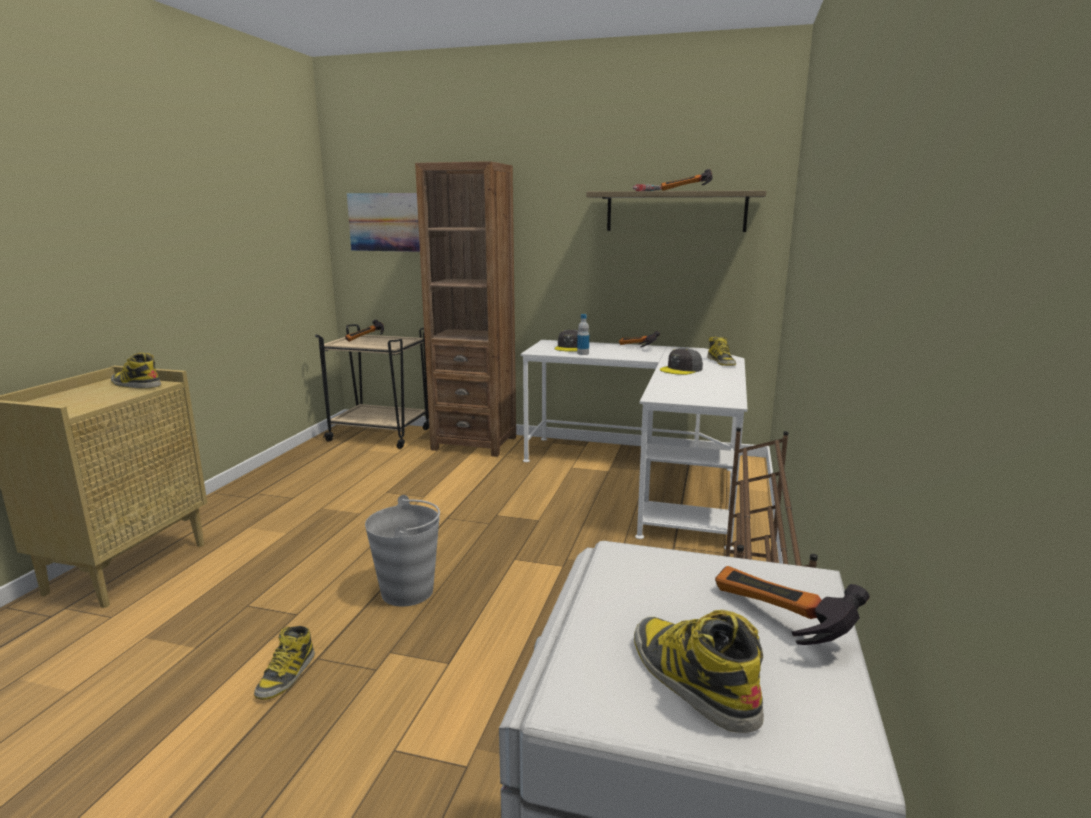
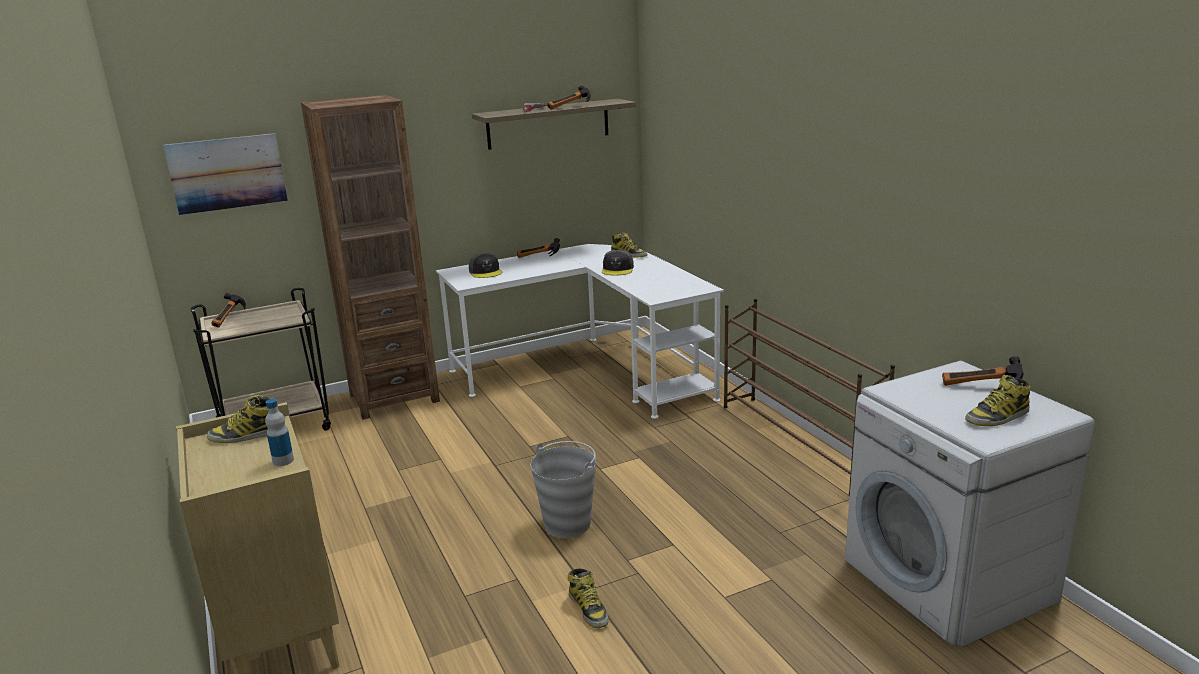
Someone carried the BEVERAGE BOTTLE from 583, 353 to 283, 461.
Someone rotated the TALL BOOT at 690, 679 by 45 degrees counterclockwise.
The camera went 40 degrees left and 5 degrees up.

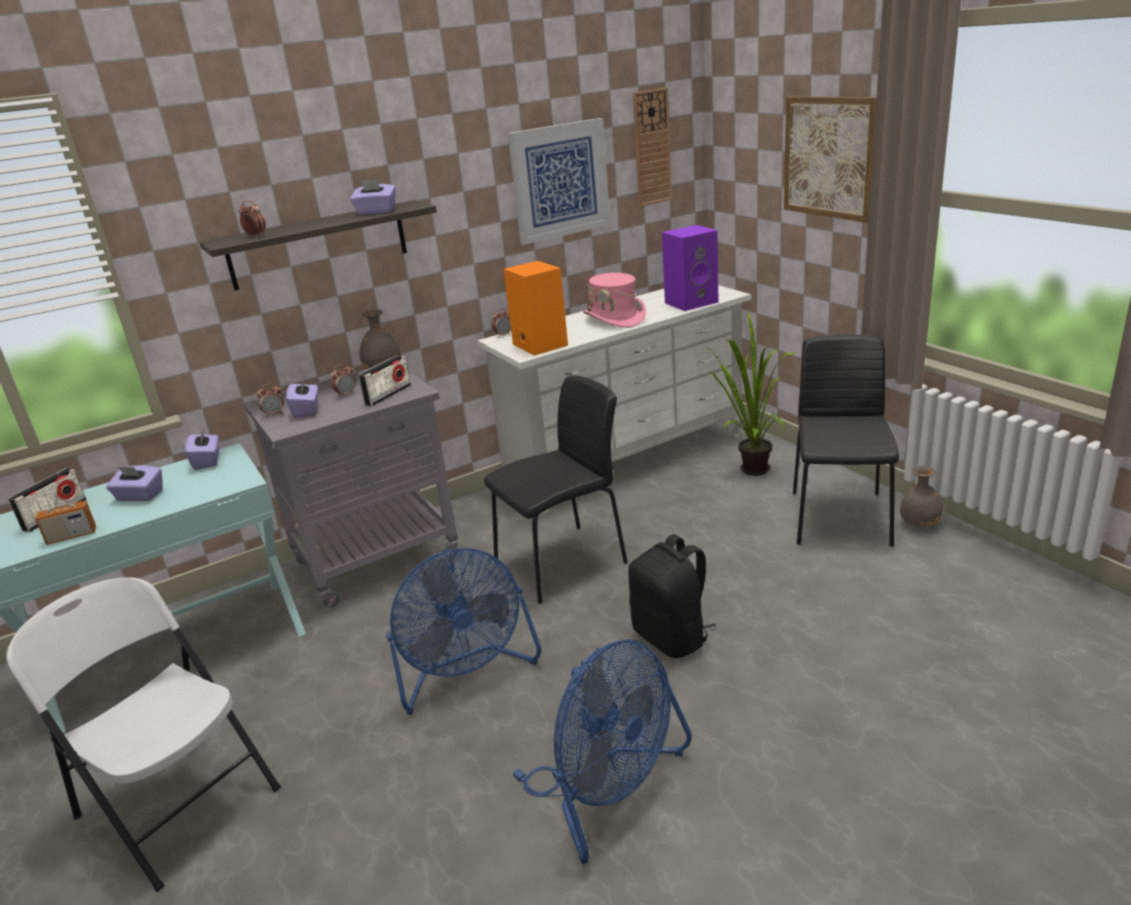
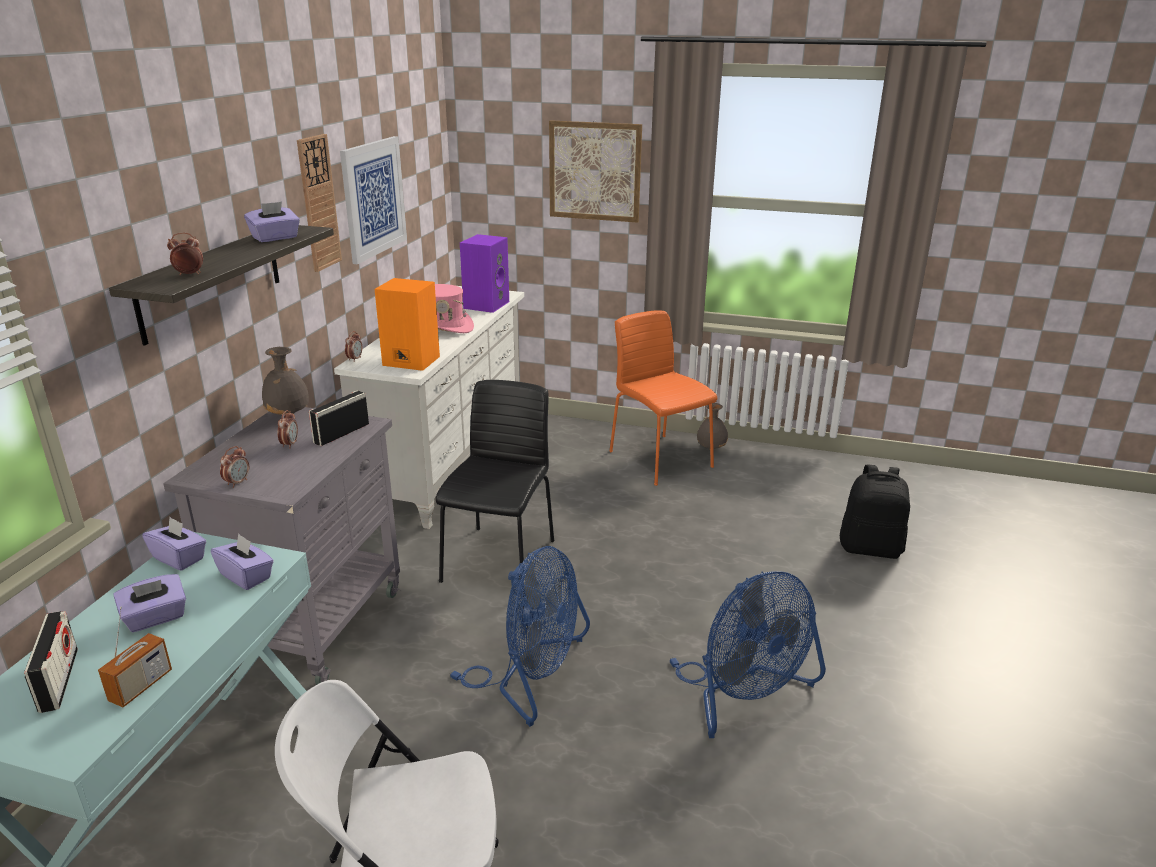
Someone carried the PURPLE-COLOURED BOX OF TISSUES from 306, 410 to 246, 576.
Someone rotated the RADIO SET at 388, 395 by 135 degrees counterclockwise.
Someone rotated the BLUE-COLOURED COOLING FAN at 604, 792 by 60 degrees clockwise.
Someone carried the BLACKISH RUCKSACK from 672, 637 to 870, 548.
Someone carried the CLOCK ON THE WALL from 652, 148 to 318, 203.
Someone took away the POTTED PLANT at 748, 471.
Someone repainted the BLACKISH UPRIGHT CHAIR at 839, 515, which became the ORANGE UPRIGHT CHAIR at 657, 457.
The camera went 45 degrees left and 0 degrees up.

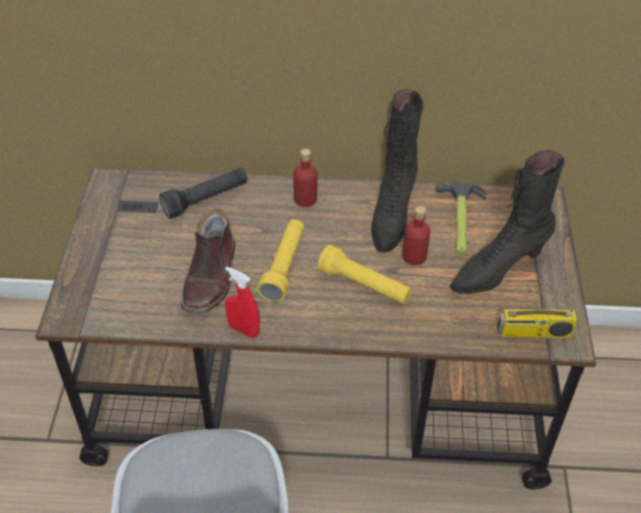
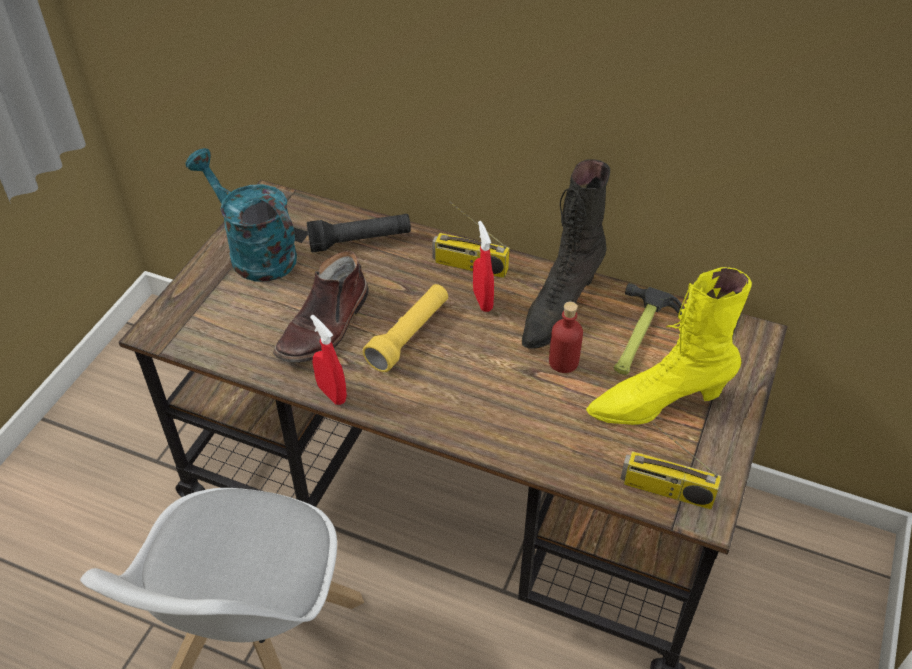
Someone swapped the RED BEVERAGE BOTTLE at 305, 199 for the RADIO SET at 469, 266.
Someone took away the YELLOWISH FLASHLIGHT at 364, 285.
Someone repainted the BLACKISH TALL BOOT at 498, 269, which became the YELLOWISH TALL BOOT at 657, 403.
Someone put down the BLUE-GREEN WATERING POT at 254, 252.
Someone put down the RED SPRAY BOTTLE at 482, 300.
The camera went 20 degrees right and 0 degrees up.

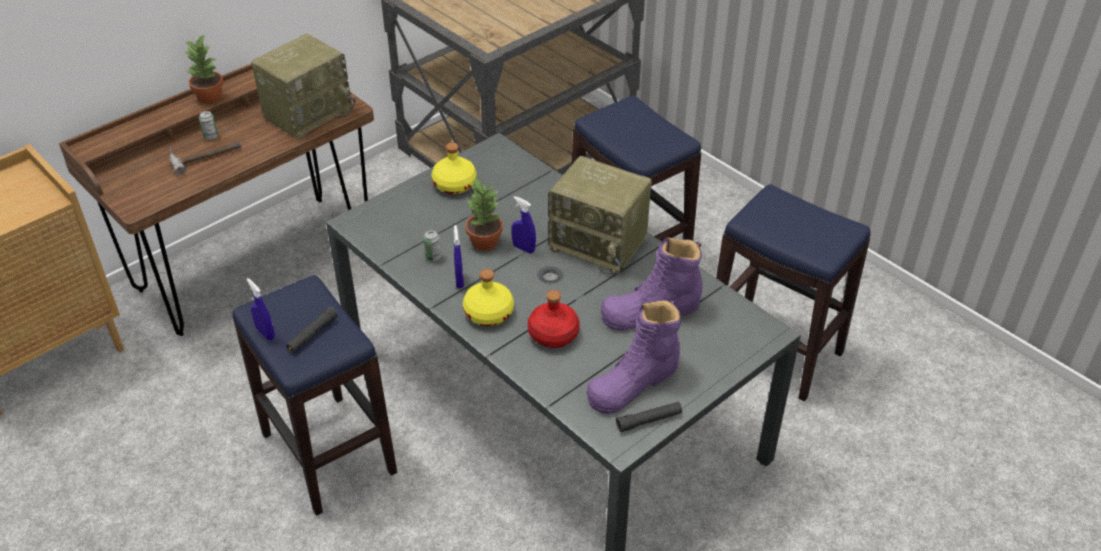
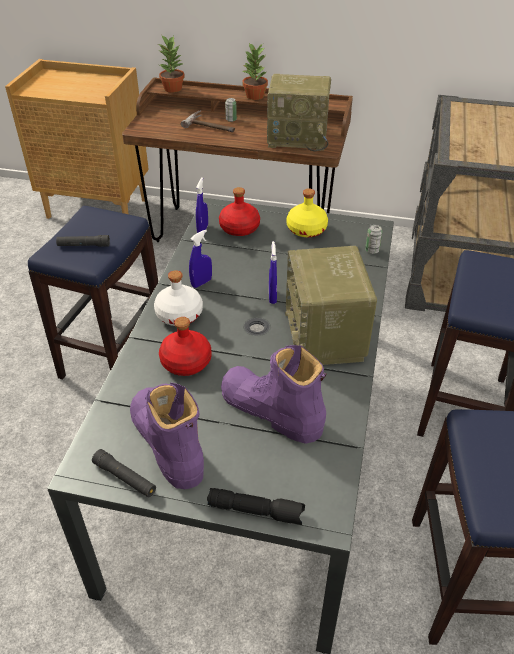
Someone carried the BLUE-COLOURED SPRAY BOTTLE from 265, 333 to 202, 229.
Someone carried the CAN from 433, 257 to 372, 250.
Someone repainted the YELLOWISH BEVERAGE BOTTLE at 489, 313, which became the WHITISH BEVERAGE BOTTLE at 180, 315.
Someone carried the POTTED PLANT from 484, 242 to 173, 88.
Someone rotated the PURPLE-COLOURED TALL BOOT at 633, 382 by 45 degrees clockwise.
Someone put down the BLACKISH FLASHLIGHT at 256, 510.
Someone put down the RED BEVERAGE BOTTLE at 239, 228.
The camera went 55 degrees right and 0 degrees up.

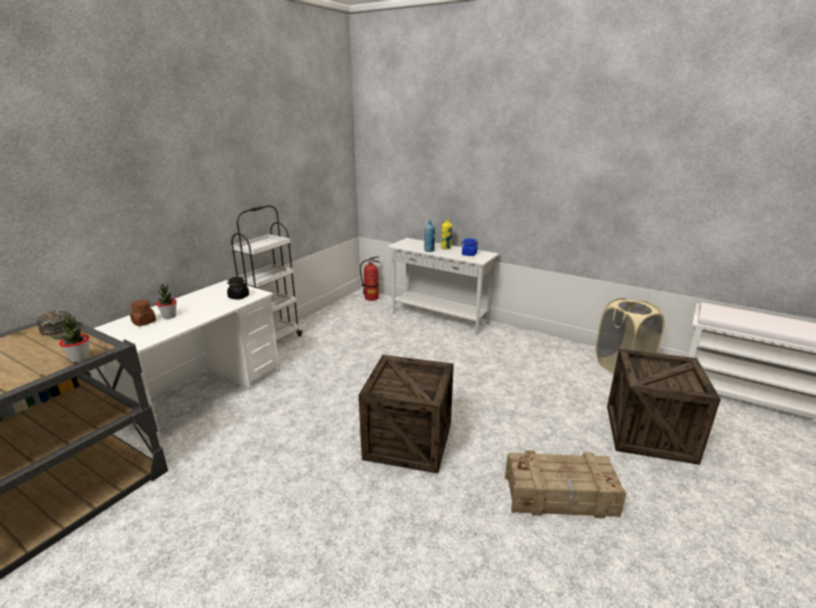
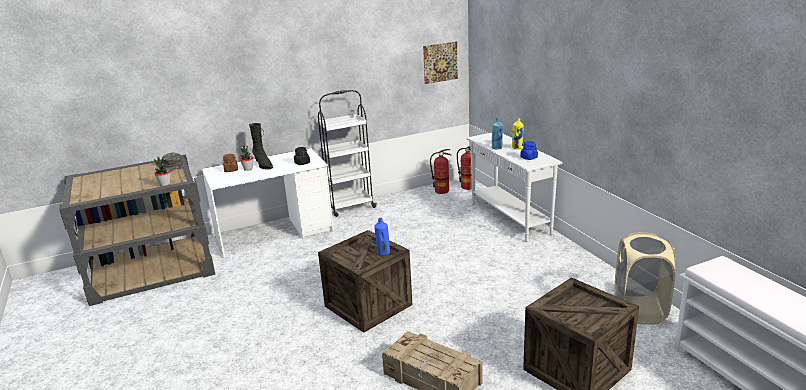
Someone put down the BLACKISH TALL BOOT at 263, 165.
Someone put down the BLUE-COLOURED BEVERAGE BOTTLE at 383, 253.
Someone put up the WALL PICTURE at 440, 62.
Someone put down the FIRE-FIGHTING CYLINDER at 442, 191.
The camera went 35 degrees right and 0 degrees up.

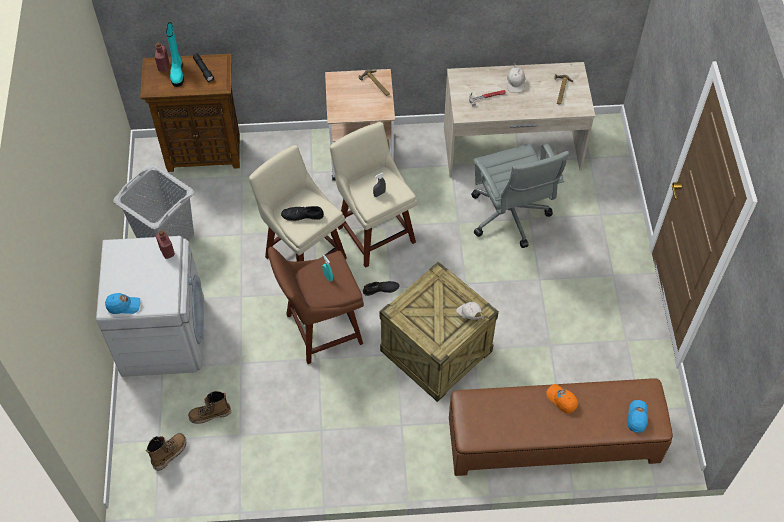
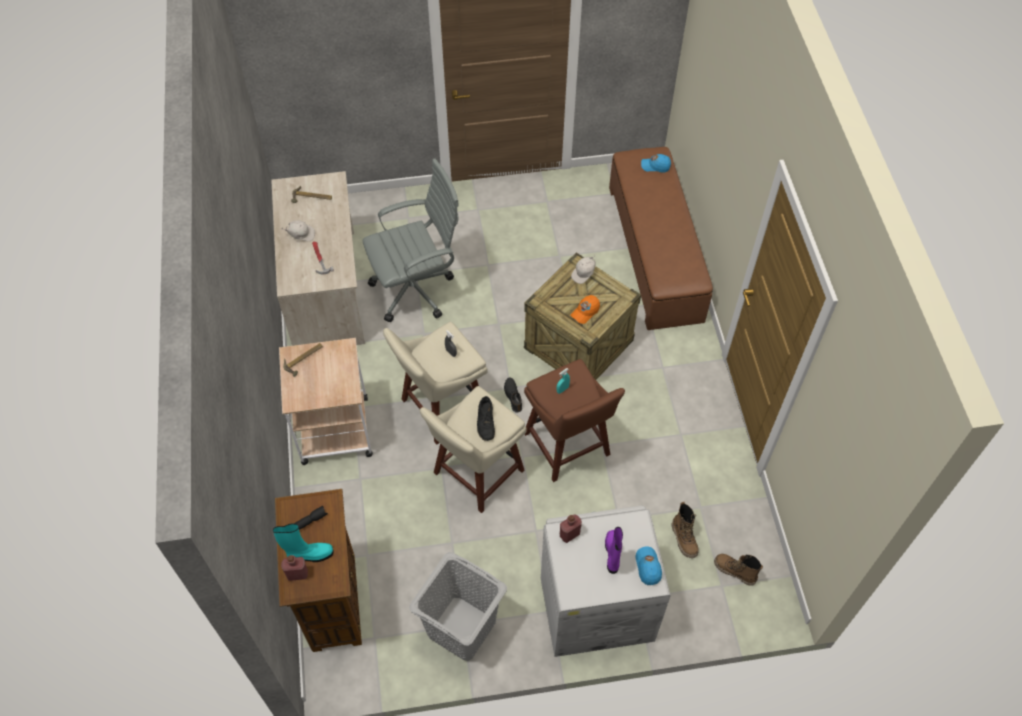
Someone carried the ORANGE CAP from 562, 400 to 585, 312.
Someone put down the PURPLE-COLOURED TALL BOOT at 613, 554.
The camera went 95 degrees left and 0 degrees up.

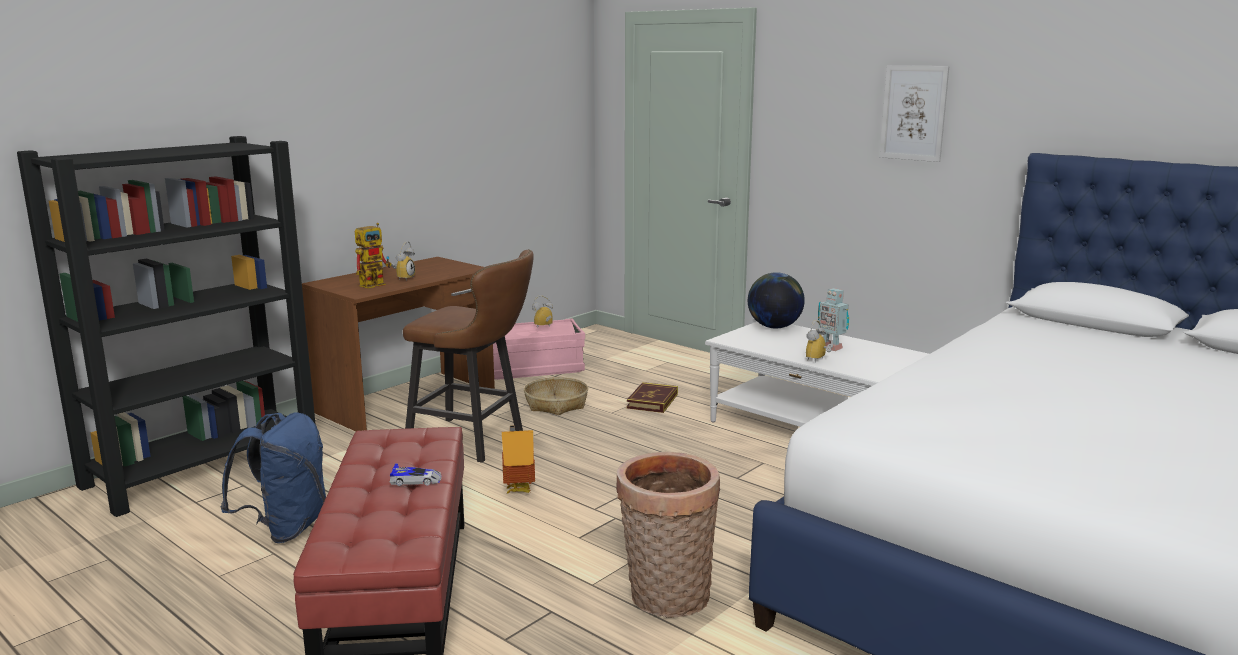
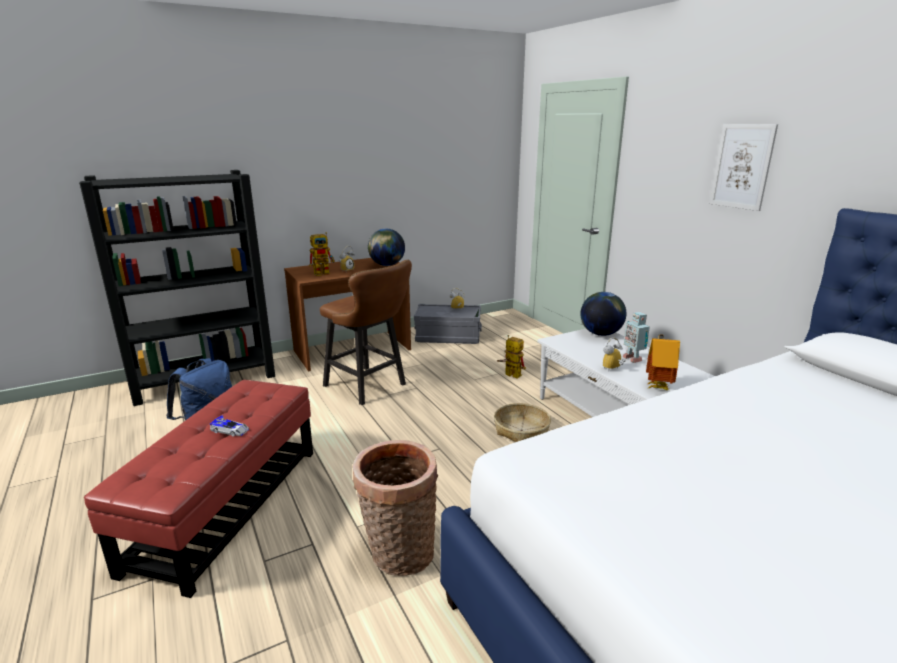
Someone repainted the PINK STORAGE BIN at 534, 368, which became the GREYISH STORAGE BIN at 448, 336.
Someone carried the MODEL HOUSE from 518, 490 to 657, 387.
Someone carried the STORAGE BASKET from 556, 404 to 521, 430.
Someone swapped the VOLUME at 652, 401 for the ROBOT FIGURE at 509, 374.
Someone put down the WORLD GLOBE at 387, 265.
The camera went 20 degrees right and 5 degrees up.

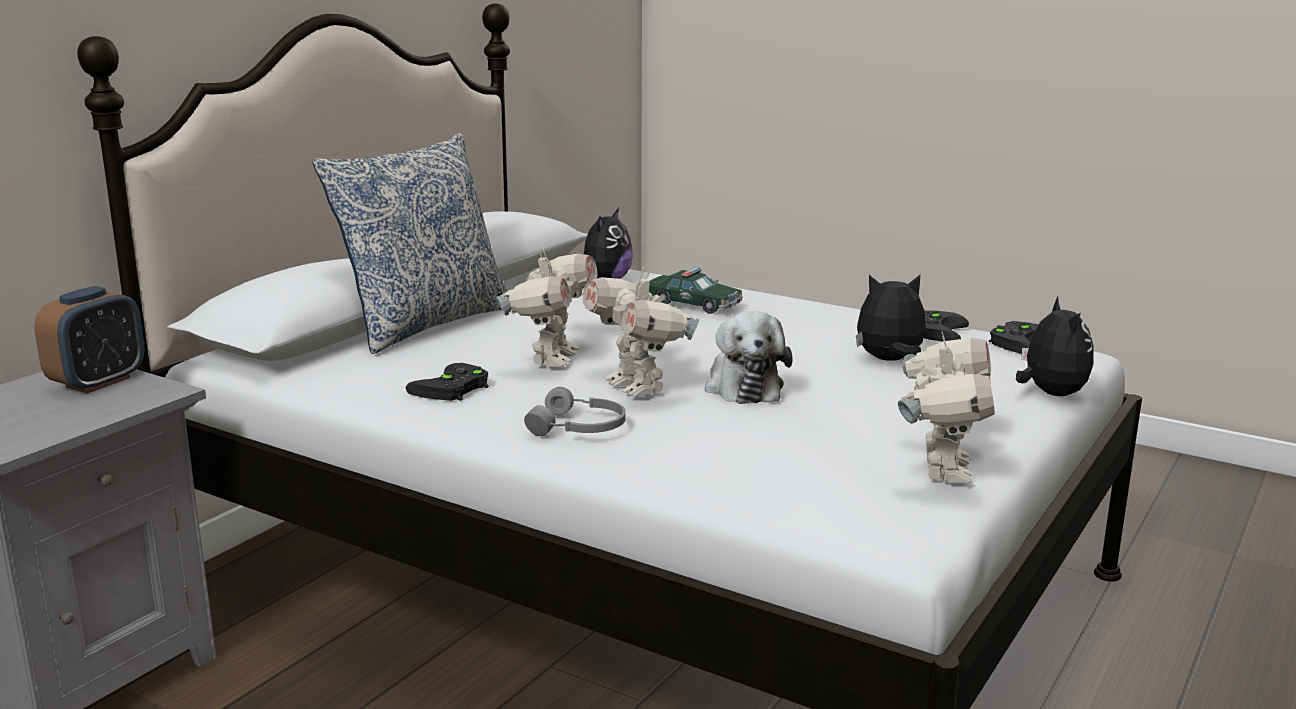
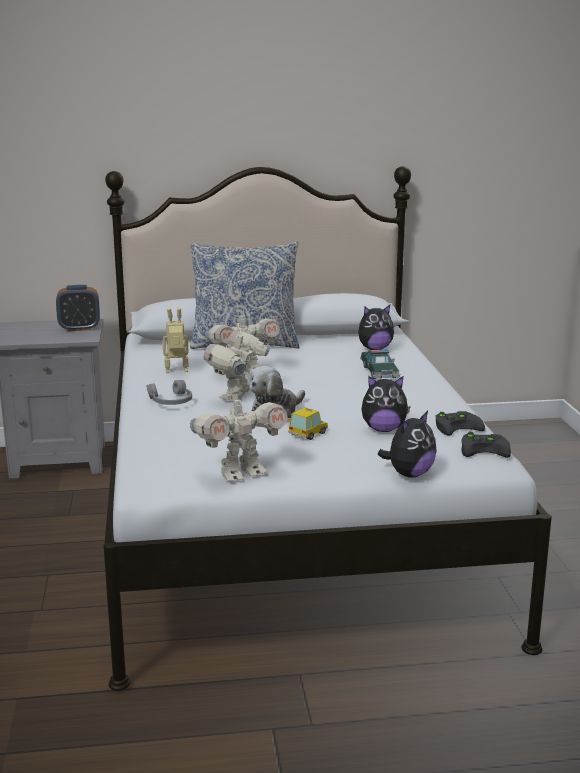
Someone swapped the BLACKISH GAMEPAD at 451, 389 for the ROBOT FIGURE at 177, 371.
Someone rotated the SOFT TOY at 889, 361 by 135 degrees clockwise.
Someone put down the MINIATURE CAR at 308, 433.
The camera went 50 degrees right and 0 degrees up.

